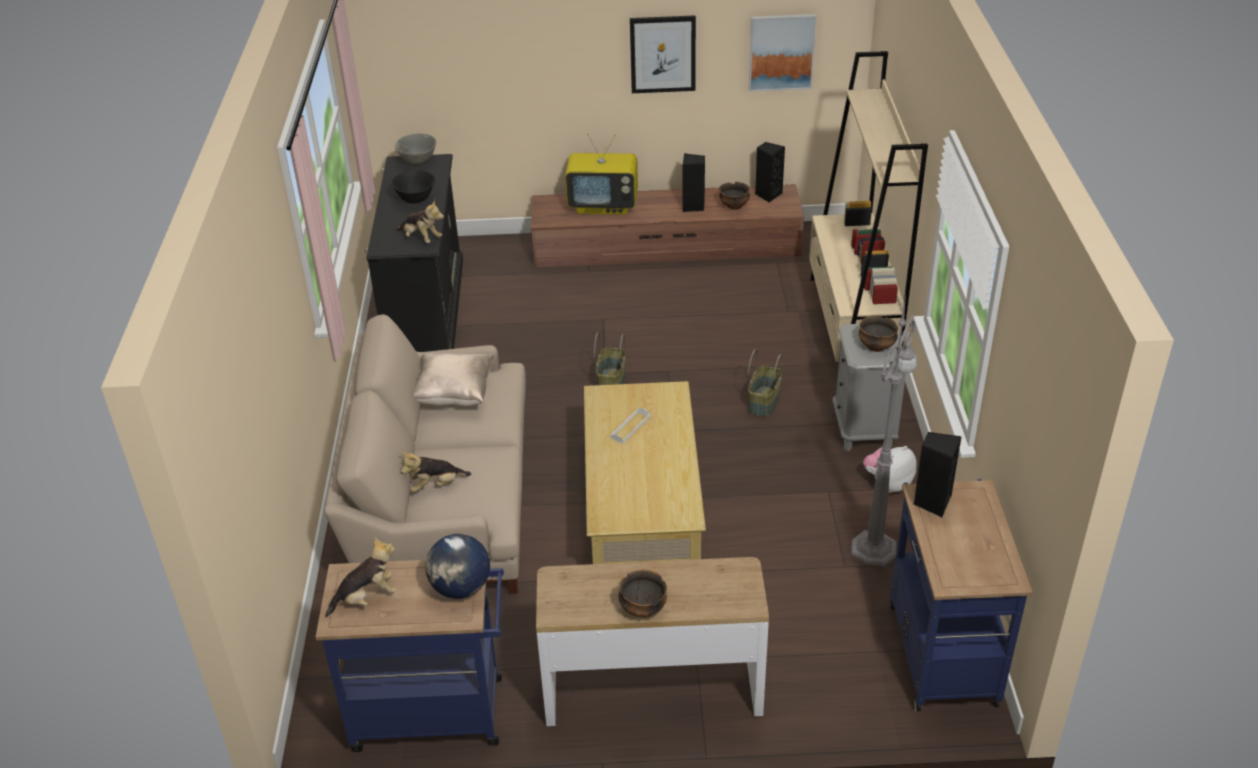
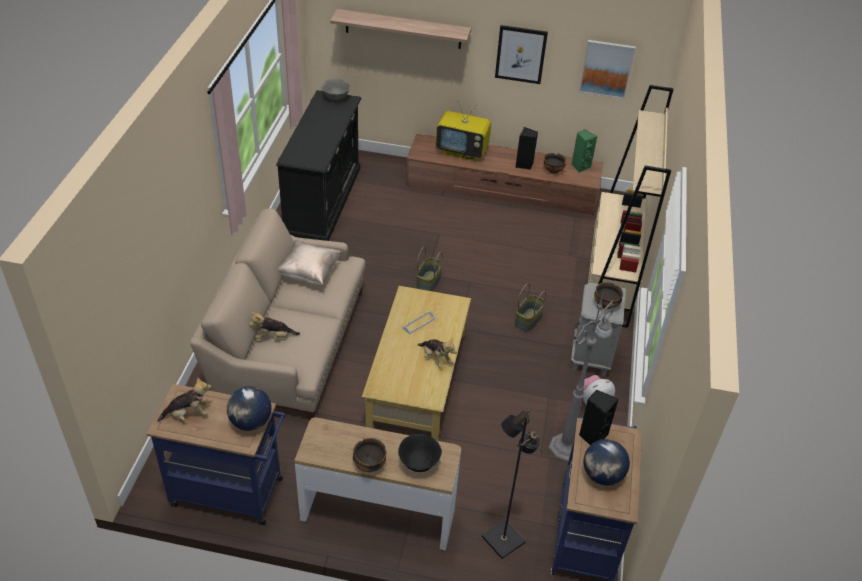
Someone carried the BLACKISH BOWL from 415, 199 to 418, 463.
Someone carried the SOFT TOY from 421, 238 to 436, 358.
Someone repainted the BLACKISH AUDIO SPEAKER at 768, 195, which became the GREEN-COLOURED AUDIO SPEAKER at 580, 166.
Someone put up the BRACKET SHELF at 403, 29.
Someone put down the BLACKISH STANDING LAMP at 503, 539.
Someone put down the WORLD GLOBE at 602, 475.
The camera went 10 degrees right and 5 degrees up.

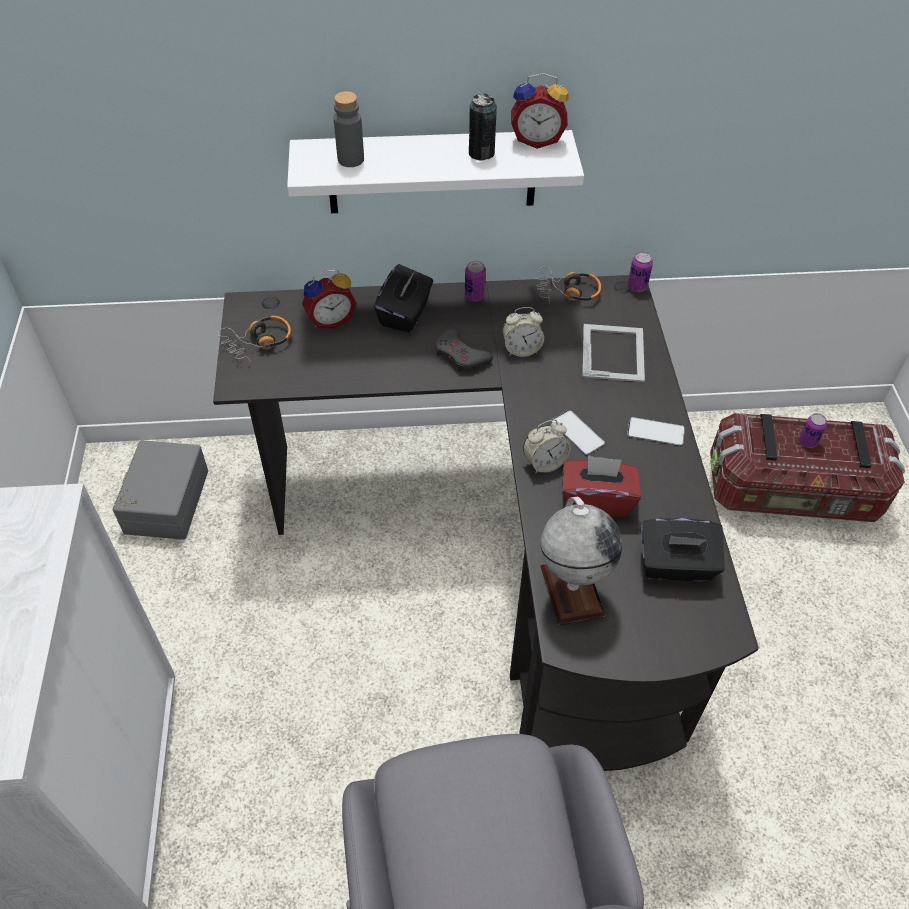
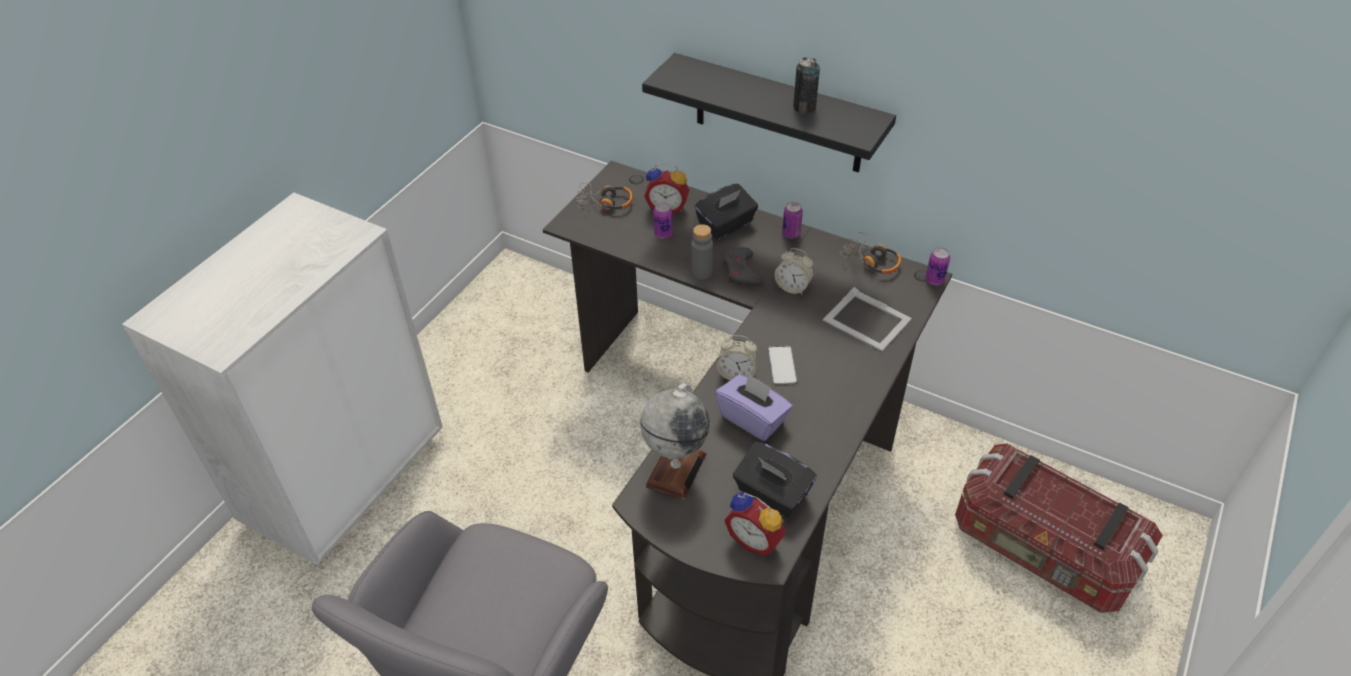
Someone took away the GREYISH STORAGE BIN at 164, 501.
Someone repainted the WHITISH BRACKET SHELF at 432, 172, which became the BLACKISH BRACKET SHELF at 778, 114.
Someone carried the GREYISH BEVERAGE BOTTLE from 351, 159 to 701, 272.
Someone carried the ALARM CLOCK from 537, 140 to 756, 539.
Someone repainted the RED BOX OF TISSUES at 596, 500, which became the PURPLE-COLOURED BOX OF TISSUES at 752, 419.
Someone rotated the STANDING FRAME at 613, 352 by 90 degrees clockwise.
Someone took away the HANDSET at 655, 432.
Someone carried the CAN from 807, 442 to 663, 234.
The camera went 35 degrees right and 5 degrees down.

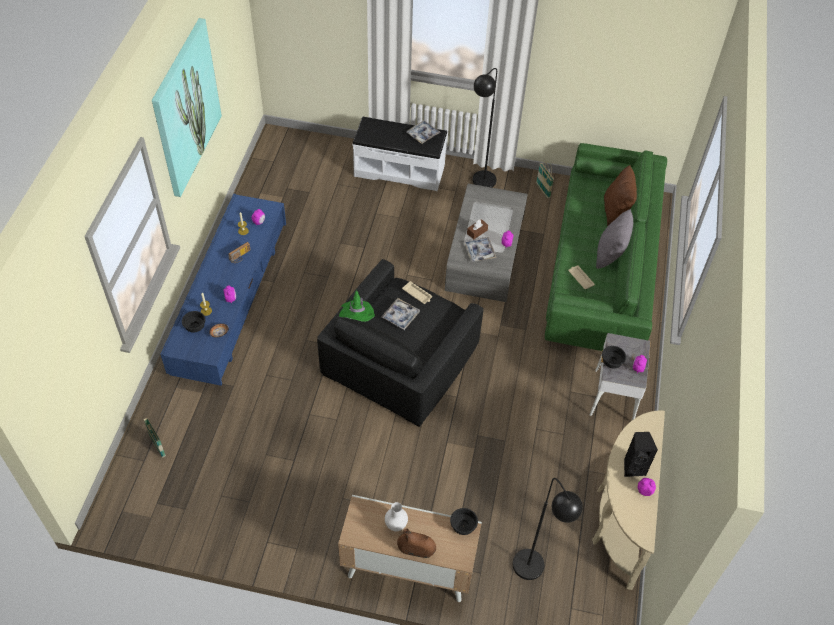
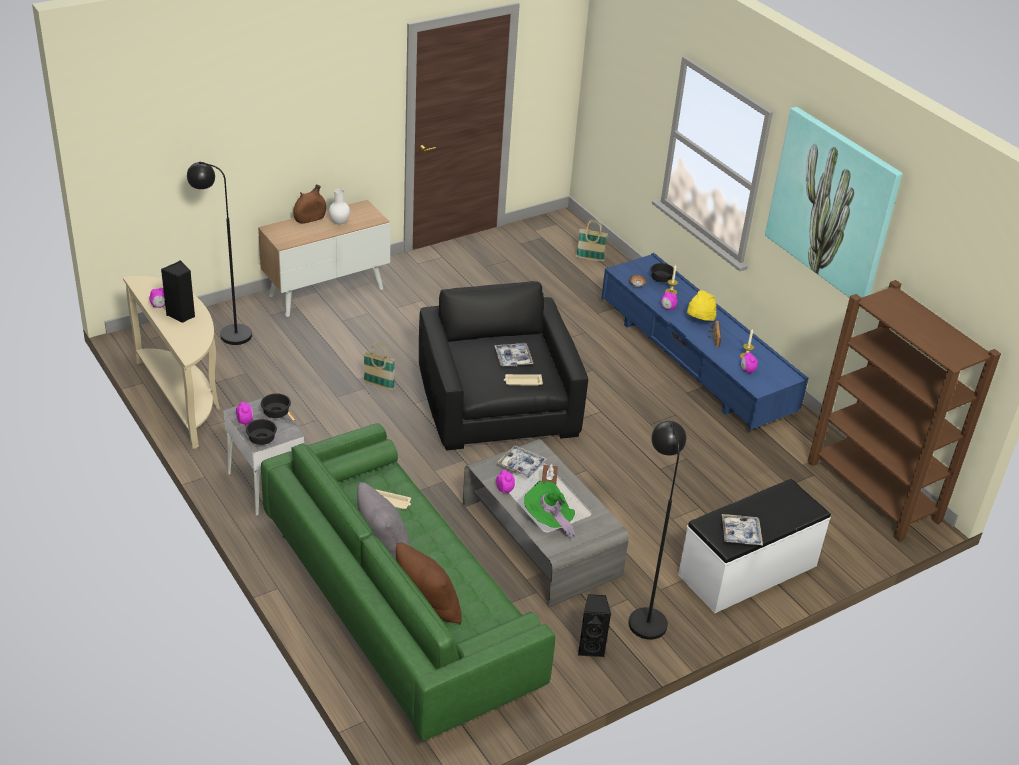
Someone carried the GREEN-COLOURED CLOTHING HAT from 357, 318 to 549, 521.
Someone carried the BLACKISH BOWL from 463, 527 to 261, 439.
Someone carried the STORAGE BASKET from 543, 190 to 379, 385.
Someone put down the BLACKISH AUDIO SPEAKER at 591, 647.
Someone put down the YELLOWISH CLOTHING HAT at 699, 320.
Someone put down the BROWNISH BOOKCASE at 873, 491.
The camera went 135 degrees right and 15 degrees down.

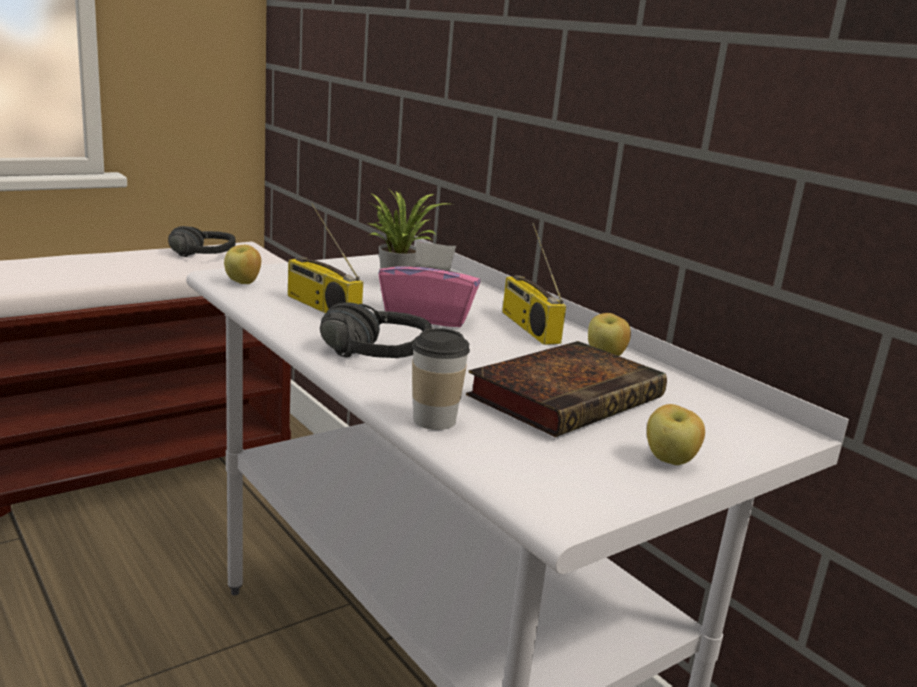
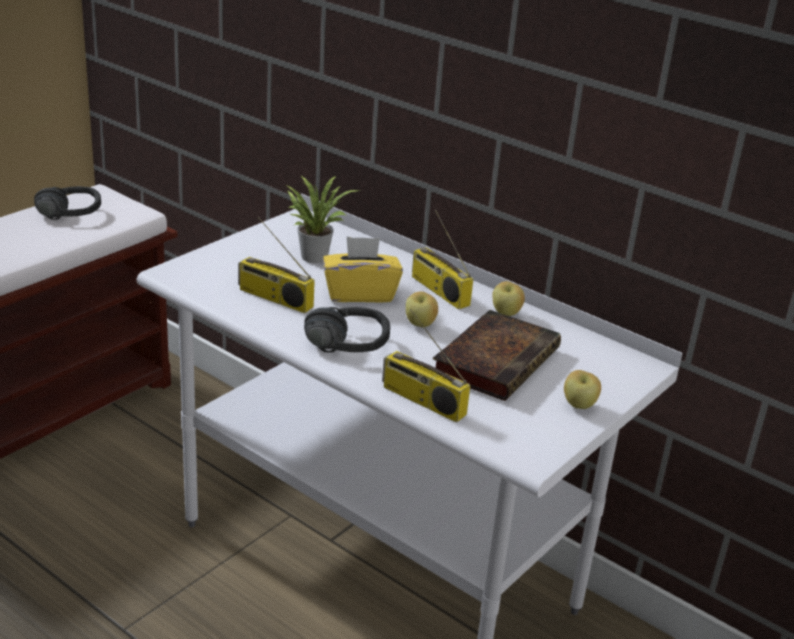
Someone carried the APPLE from 243, 282 to 420, 324.
Someone repainted the PINK BOX OF TISSUES at 428, 316, which became the YELLOWISH BOX OF TISSUES at 360, 293.
Someone swapped the DRINKING CUP at 434, 420 for the RADIO SET at 421, 400.
The camera went 15 degrees left and 10 degrees up.

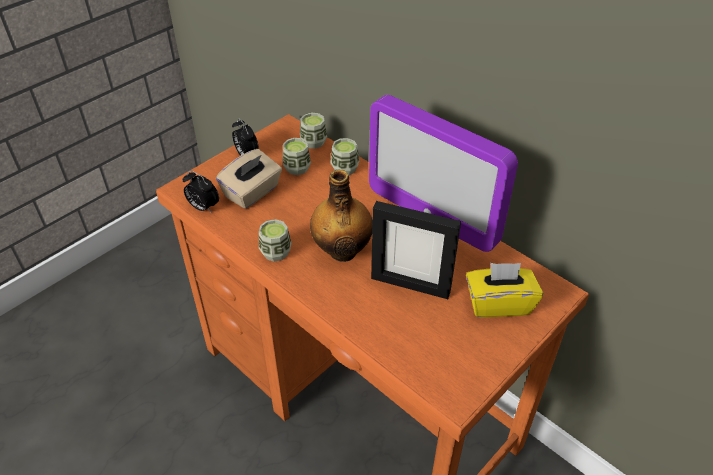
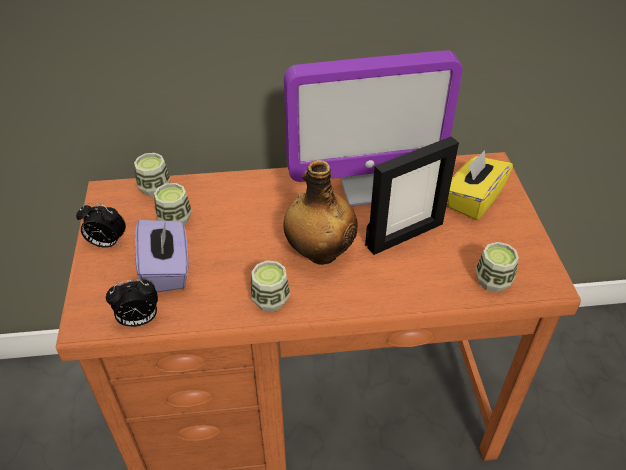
Someone repainted the BEIGE BOX OF TISSUES at 252, 192, which became the PURPLE-COLOURED BOX OF TISSUES at 167, 270.
Someone carried the DRINKING CUP from 345, 168 to 493, 280.
The camera went 50 degrees left and 0 degrees up.

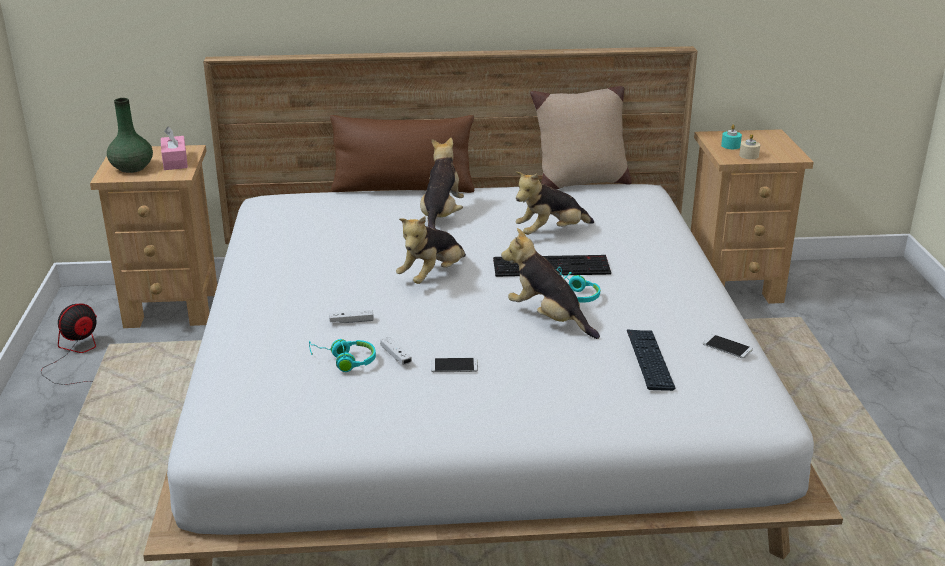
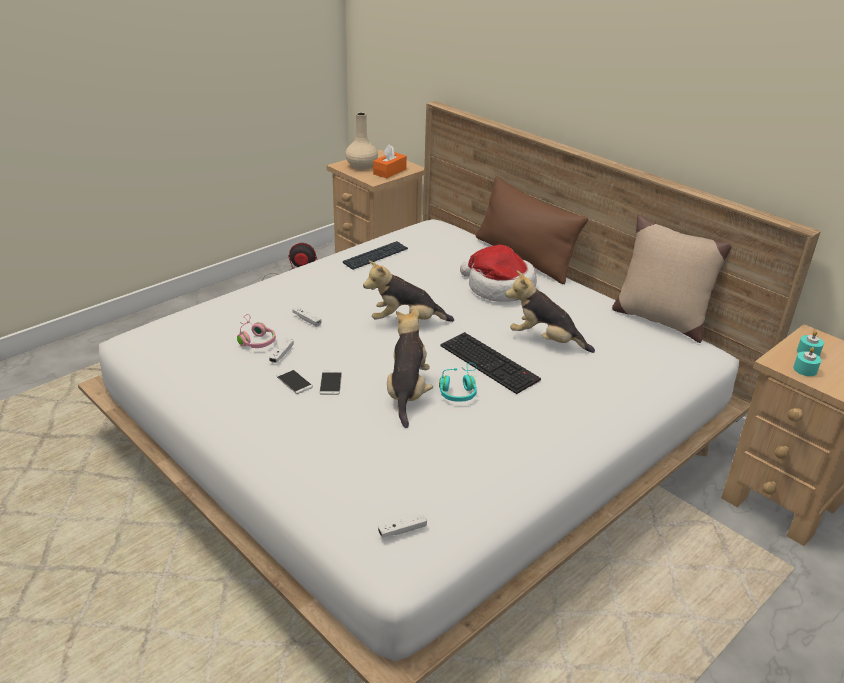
Someone repainted the GREEN-COLOURED DECORATIVE VASE at 132, 168, which became the BEIGE DECORATIVE VASE at 361, 166.
Someone repainted the PINK BOX OF TISSUES at 175, 161, which became the ORANGE BOX OF TISSUES at 389, 171.
Someone repainted the BLUE-GREEN HEADPHONES at 344, 361, which became the PINK HEADPHONES at 254, 339.
Someone swapped the SOFT TOY at 441, 216 for the CLOTHING HAT at 499, 288.
Someone carried the COMPUTER KEYBOARD from 649, 360 to 376, 256.
Someone carried the HANDSET from 727, 347 to 330, 383.
Someone repainted the BEIGE WAX CANDLE at 749, 155, which became the BLUE-GREEN WAX CANDLE at 805, 369.
Someone put down the WHITISH GAMEPAD at 402, 530.
The camera went 50 degrees right and 5 degrees up.

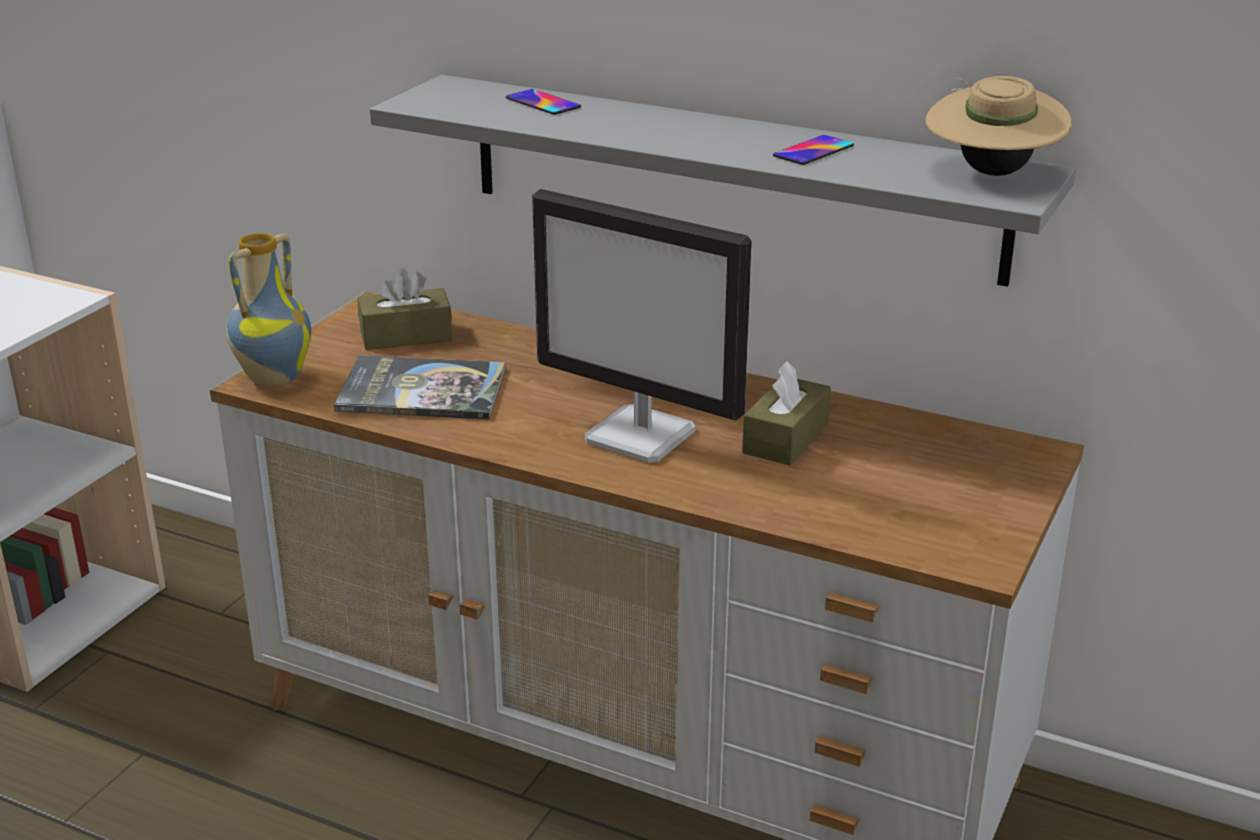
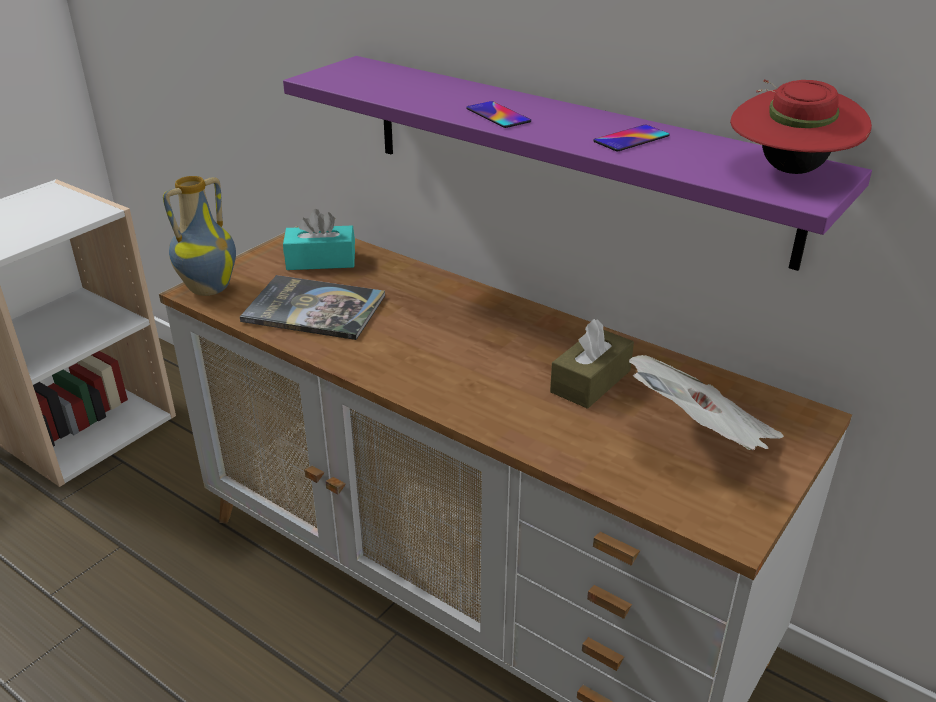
Someone repainted the BROWNISH BOX OF TISSUES at 406, 335, which became the BLUE-GREEN BOX OF TISSUES at 321, 260.
Someone repainted the GREYISH BRACKET SHELF at 729, 176, which became the PURPLE-COLOURED BRACKET SHELF at 570, 154.
Someone carried the HANDSET from 543, 103 to 498, 115.
Someone took away the COMPUTER DISPLAY at 642, 436.
Someone repainted the BEIGE CLOTHING HAT at 991, 172, which became the RED CLOTHING HAT at 789, 170.
Someone put down the DAILY PAPER at 702, 437.
The camera went 10 degrees right and 5 degrees up.

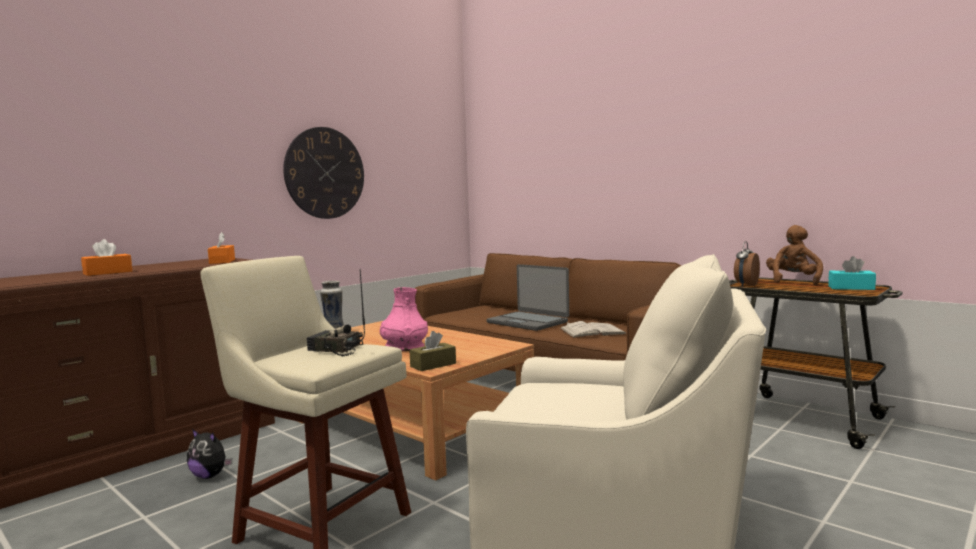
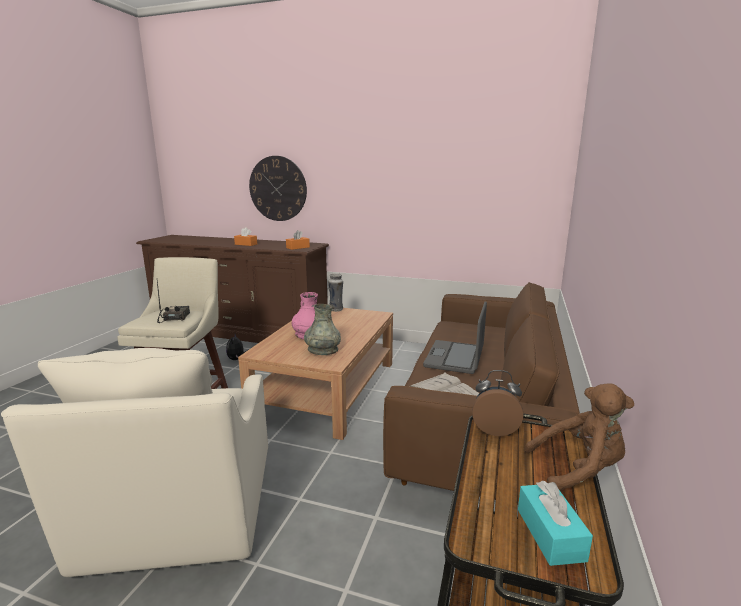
Someone carried the CLOCK ON THE WALL from 325, 173 to 278, 188.
Someone took away the BROWNISH BOX OF TISSUES at 433, 365.
Someone put down the GREYISH DECORATIVE VASE at 322, 350.
The camera went 65 degrees right and 10 degrees up.

